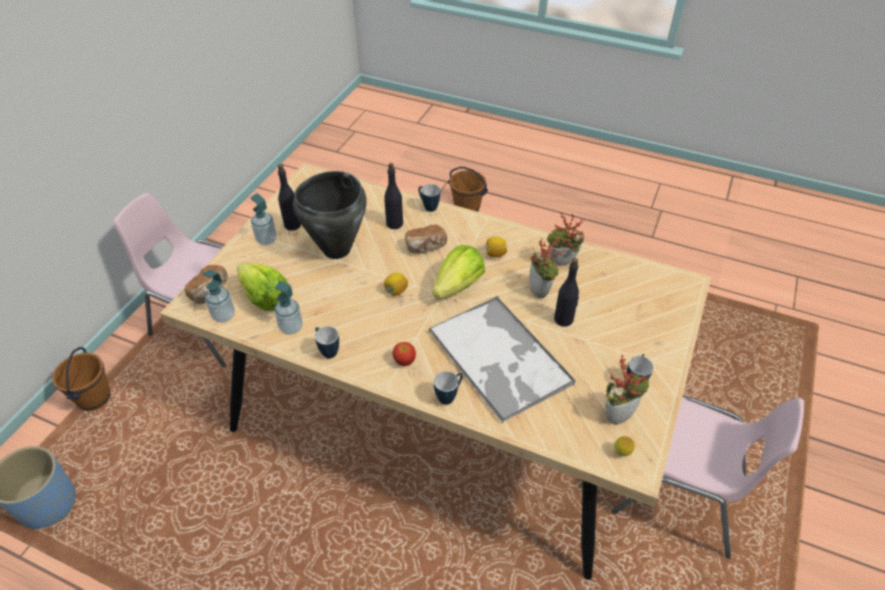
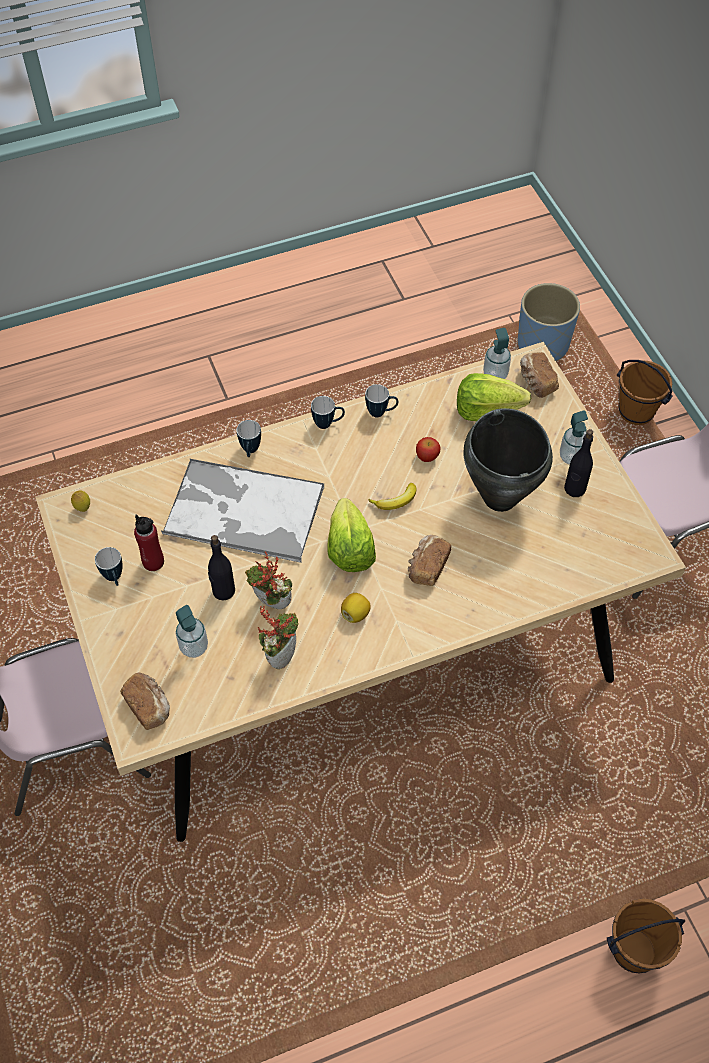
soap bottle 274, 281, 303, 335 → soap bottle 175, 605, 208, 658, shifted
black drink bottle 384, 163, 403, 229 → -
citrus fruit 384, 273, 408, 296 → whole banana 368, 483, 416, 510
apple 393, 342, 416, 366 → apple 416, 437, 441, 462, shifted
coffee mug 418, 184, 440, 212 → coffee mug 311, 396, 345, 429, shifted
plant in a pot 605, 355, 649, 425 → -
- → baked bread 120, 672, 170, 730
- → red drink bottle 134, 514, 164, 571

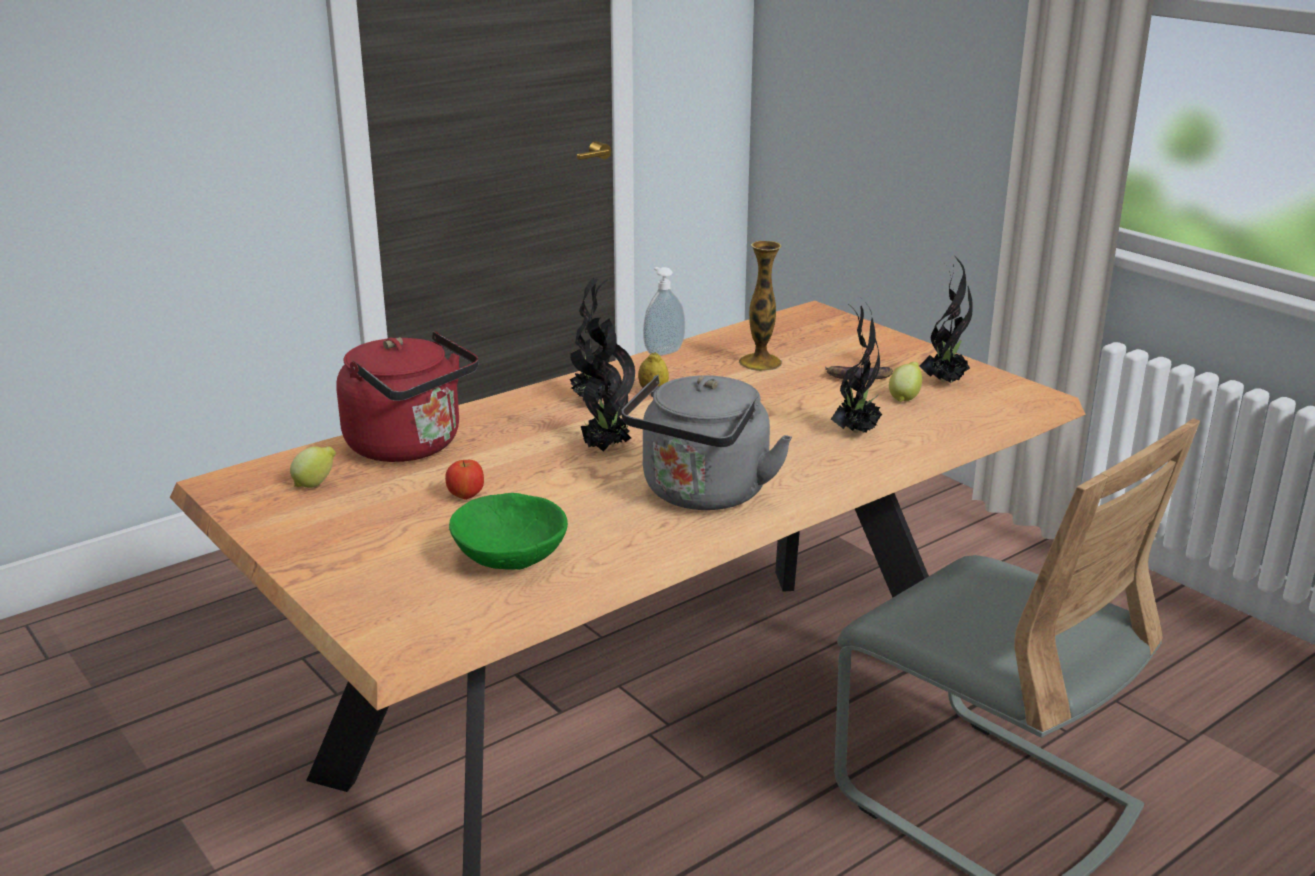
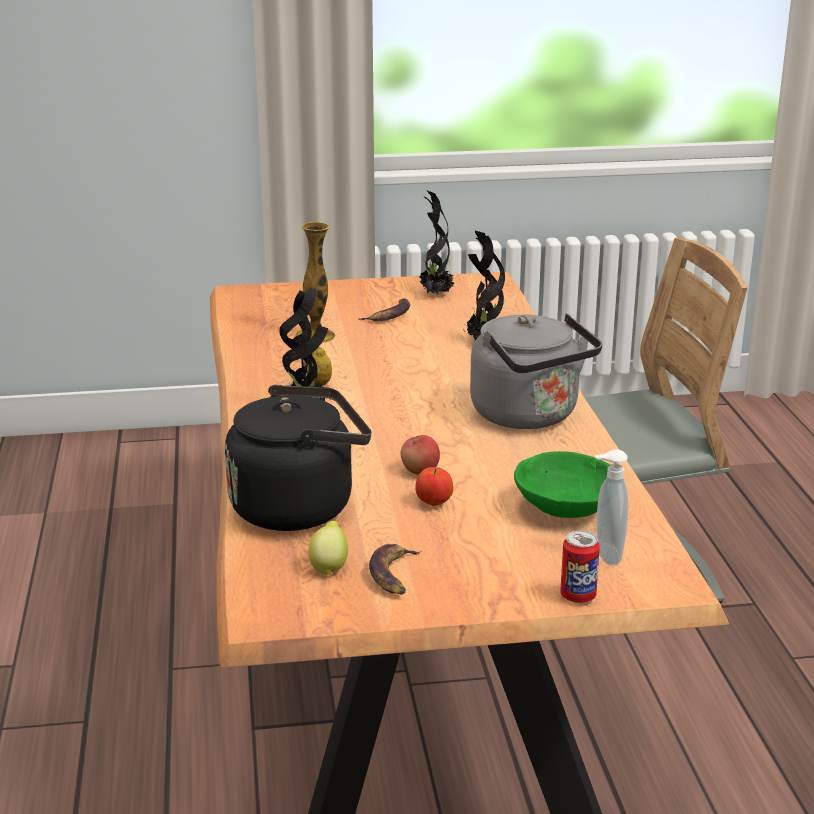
red kettle 336, 331, 479, 462 → black kettle 225, 385, 371, 531
plant in a pot 570, 318, 635, 452 → -
soap bottle 643, 267, 685, 356 → soap bottle 595, 449, 628, 566, shifted
citrus fruit 889, 362, 922, 402 → -
- → whole banana 369, 544, 422, 595
- → apple 401, 435, 440, 475
- → sealed can 560, 531, 600, 603

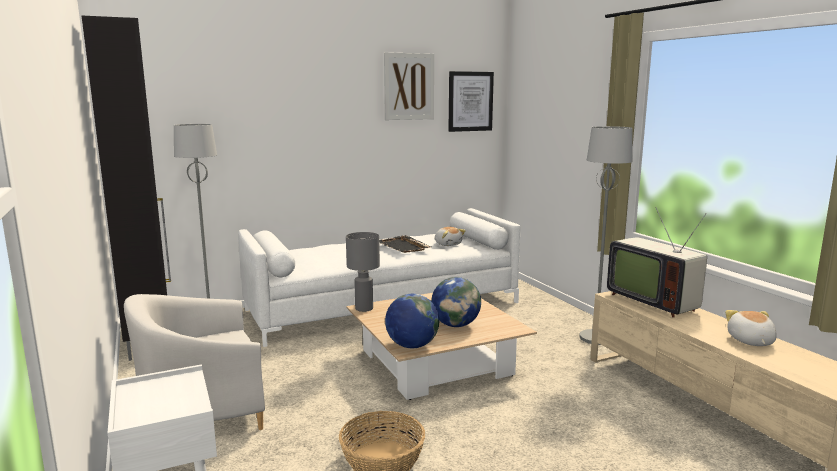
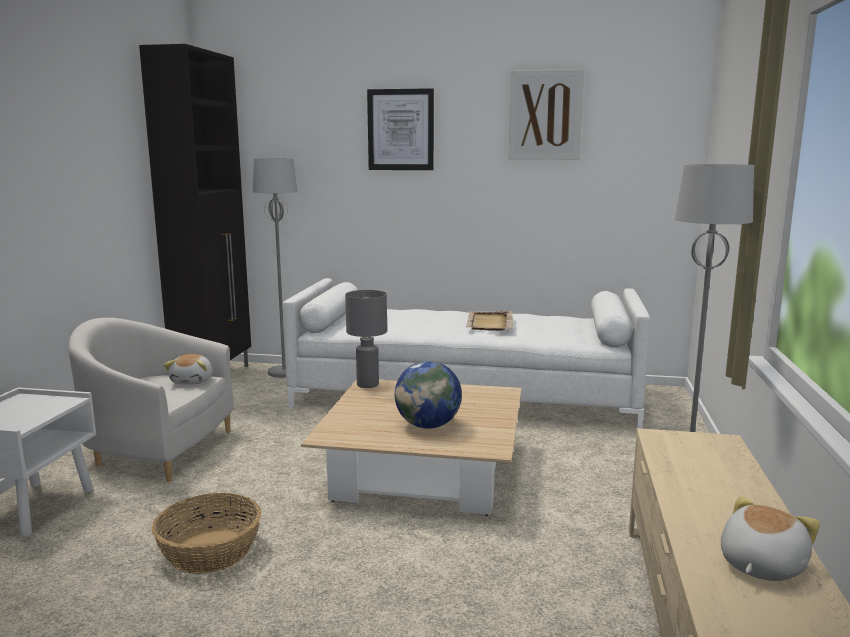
black tray 379, 235, 431, 253 → beige tray 466, 311, 513, 331
desk globe 385, 294, 439, 348 → -
cuddly toy 435, 227, 466, 246 → cuddly toy 164, 354, 212, 385, shifted
wall art 448, 71, 494, 132 → wall art 367, 88, 434, 170, shifted
TV 607, 207, 707, 318 → -

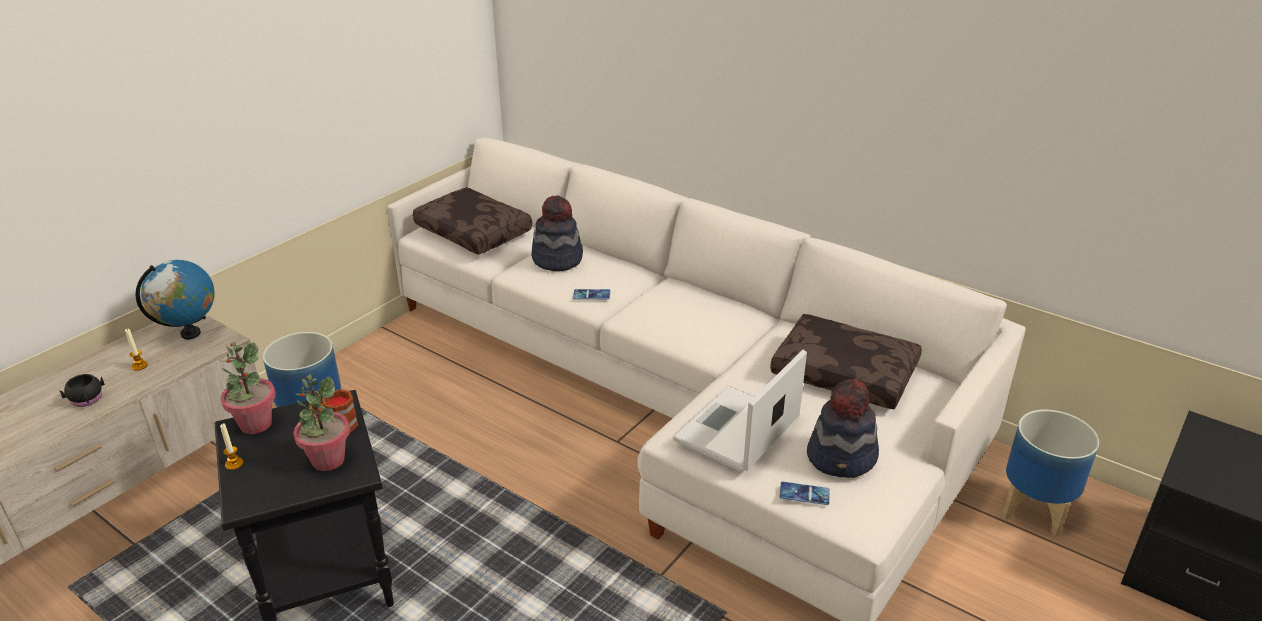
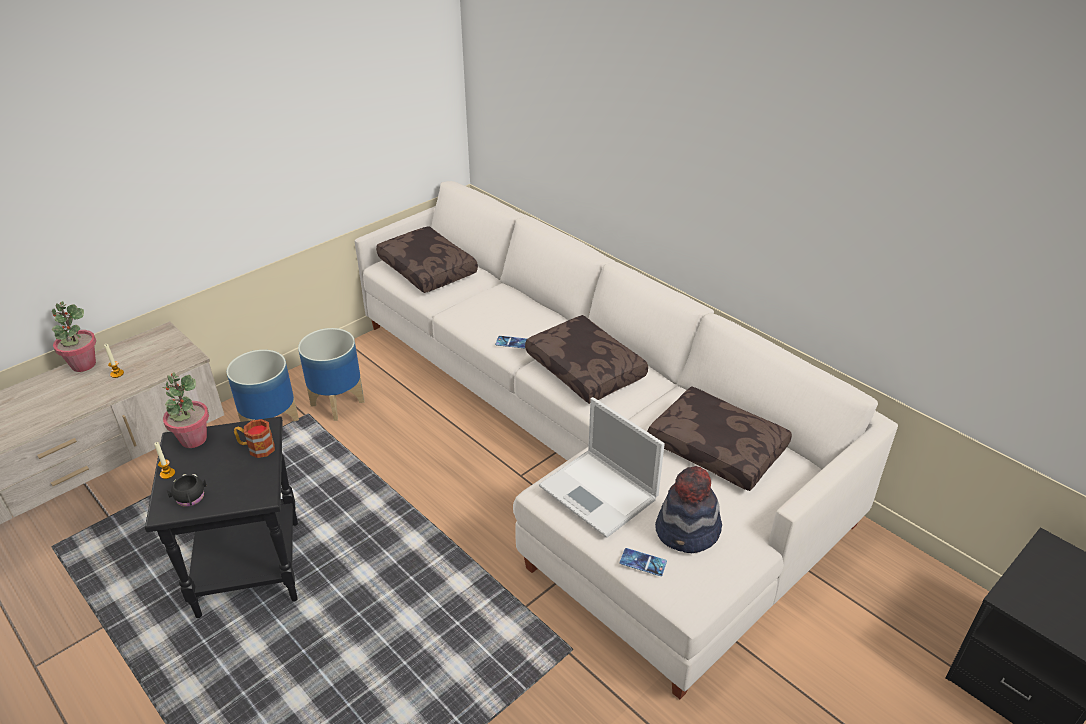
black coffee mug 59, 374, 105, 407 → black coffee mug 167, 474, 207, 507, shifted
desk globe 135, 260, 215, 340 → -
plant in a pot 293, 375, 350, 471 → plant in a pot 52, 301, 96, 372, shifted
wearable hat 532, 195, 583, 271 → -
notebook computer 673, 350, 807, 473 → notebook computer 539, 397, 665, 538, 90 degrees counterclockwise
planter 1002, 409, 1099, 536 → planter 298, 328, 365, 421, shifted
- → brown throw pillow 525, 315, 648, 404

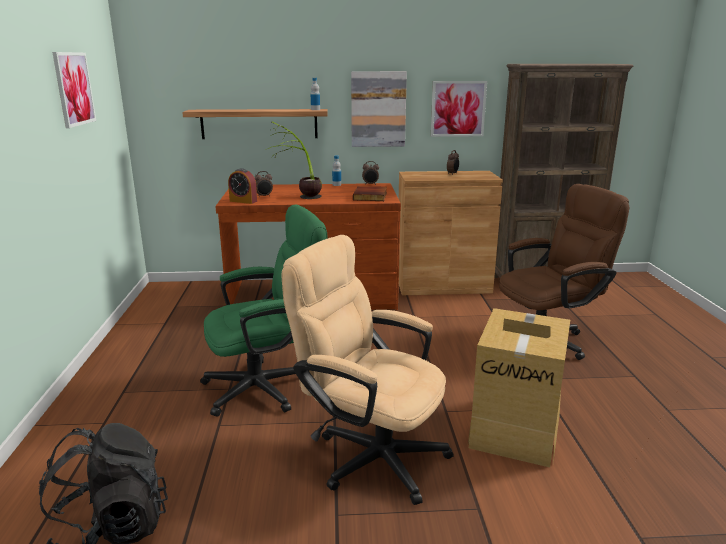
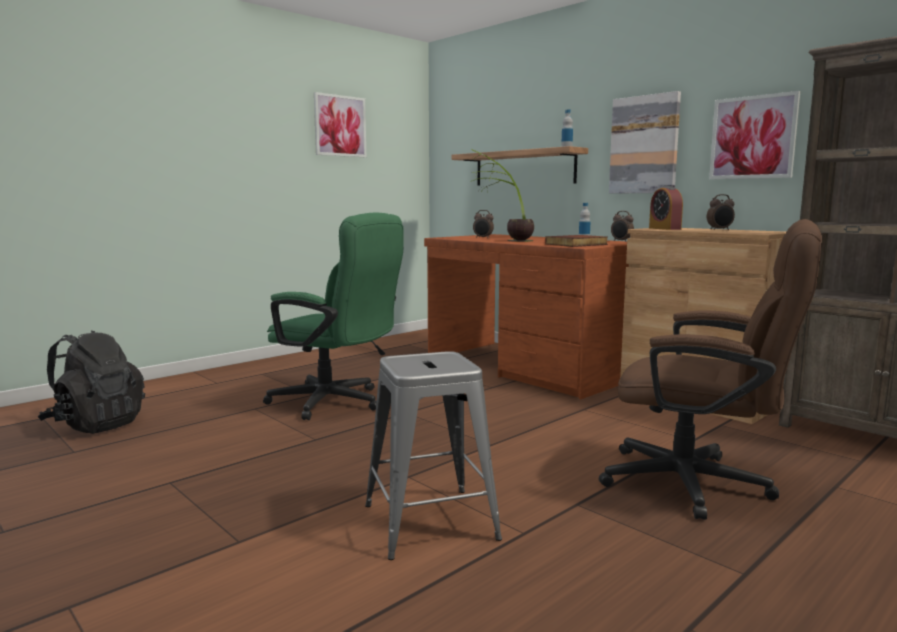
alarm clock 228, 168, 257, 204 → alarm clock 649, 186, 683, 230, shifted
beige office chair 281, 235, 454, 505 → -
carton 468, 308, 570, 468 → greyish stool seat 365, 351, 502, 560

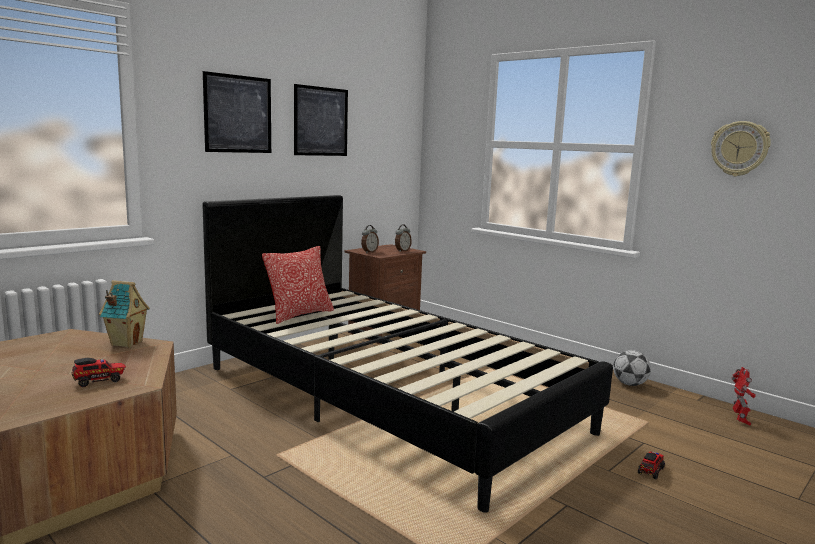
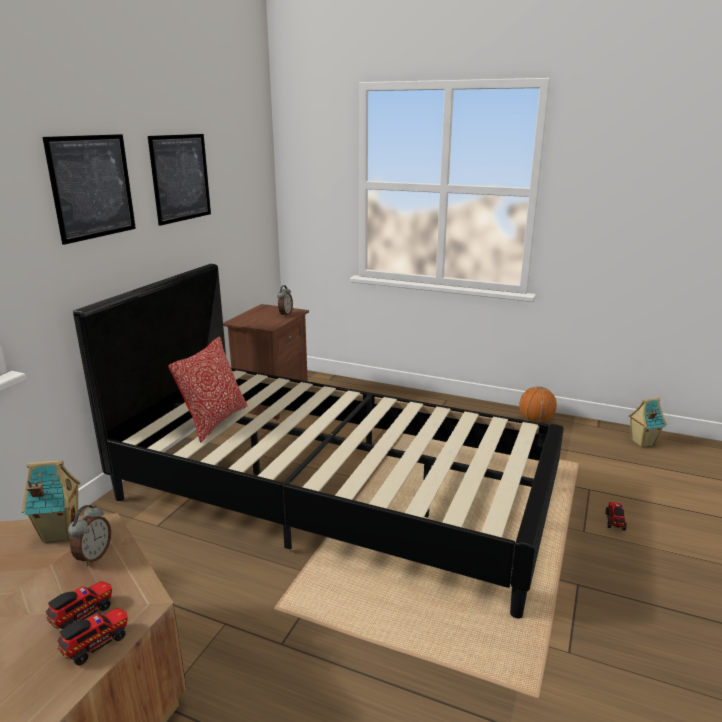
alarm clock 361, 225, 379, 253 → alarm clock 68, 505, 111, 566, shifted
football 613, 350, 651, 386 → basketball 519, 387, 557, 423
wall clock 711, 121, 771, 176 → -
model robot 731, 367, 756, 425 → model house 628, 398, 667, 447
- → model truck 57, 608, 128, 666

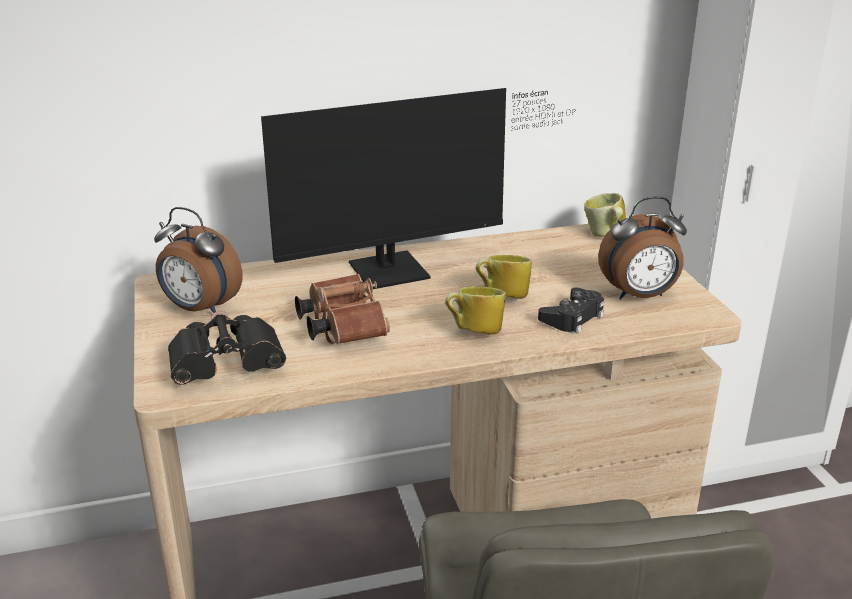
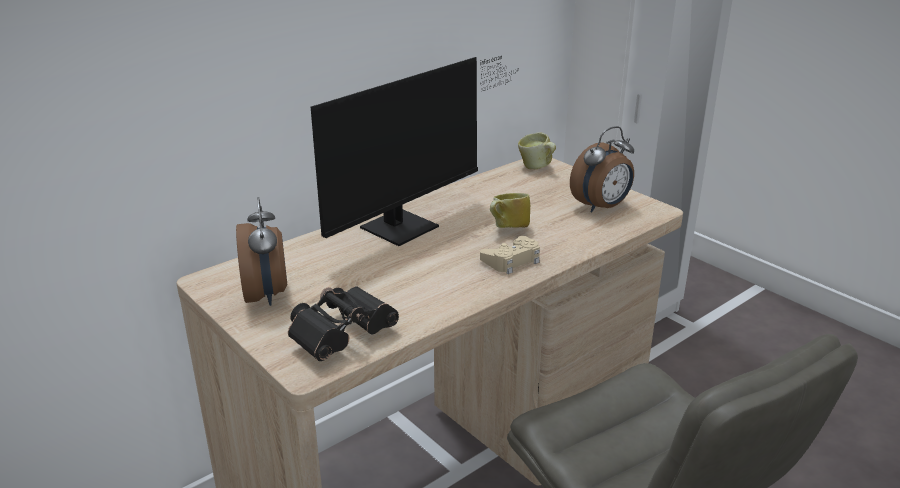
alarm clock 154, 207, 242, 313 → alarm clock 236, 197, 287, 306, 105 degrees counterclockwise
brown field glasses 295, 274, 390, 344 → -
coffee mug 445, 286, 505, 335 → beige game controller 480, 236, 540, 274
black game controller 538, 287, 604, 334 → -

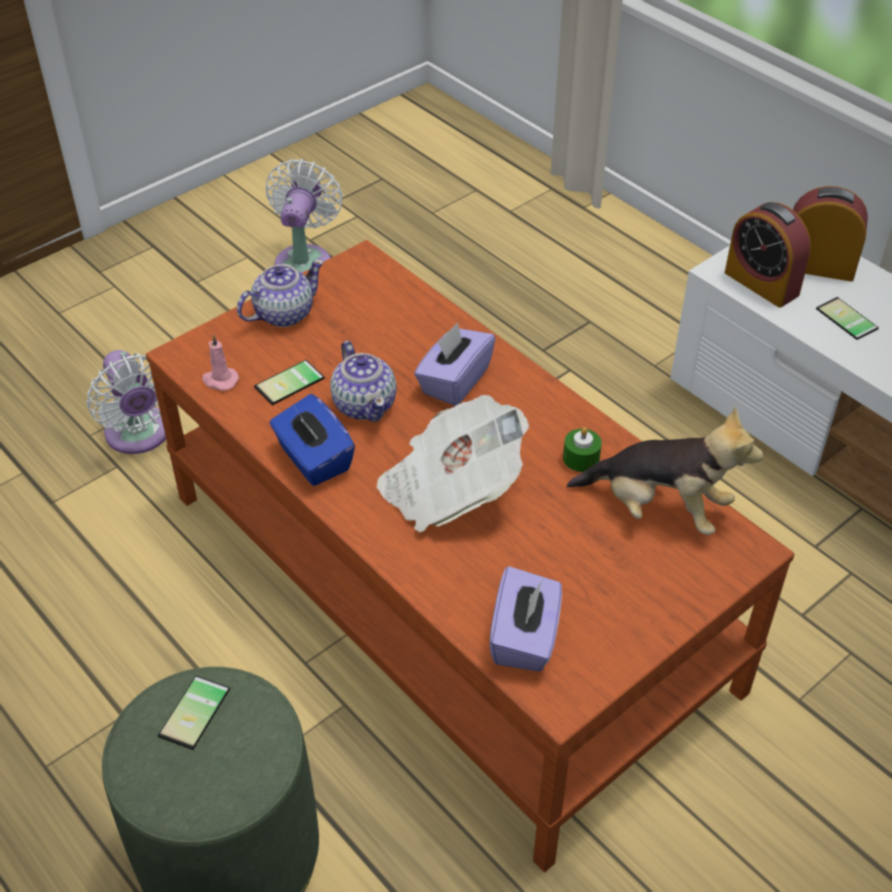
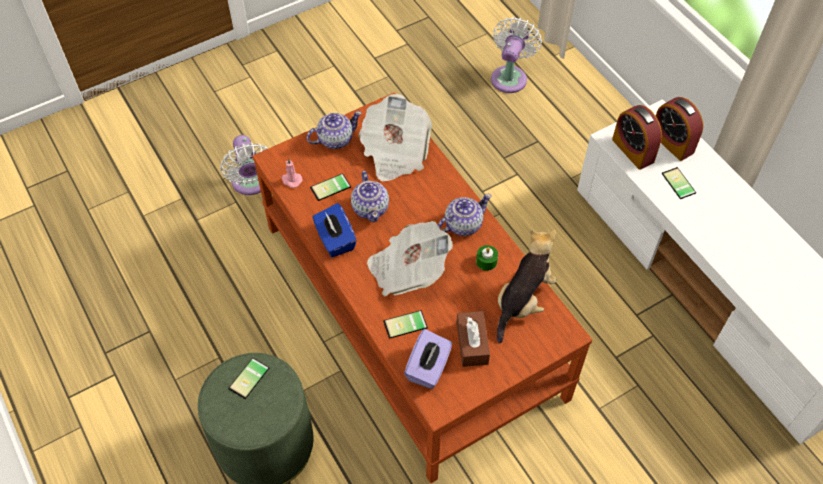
white-coloured fan 266, 159, 343, 273 → white-coloured fan 491, 17, 542, 93, shifted
purple tissue holder 414, 322, 495, 406 → -
cuddly toy 567, 406, 763, 535 → cuddly toy 497, 230, 556, 343, 90 degrees counterclockwise
alarm clock 793, 186, 868, 282 → alarm clock 656, 97, 703, 161, 150 degrees counterclockwise
- → printed paper 359, 94, 432, 182
- → phone 383, 310, 428, 339
- → teapot 438, 194, 492, 236
- → brown tissue holder 456, 311, 490, 367

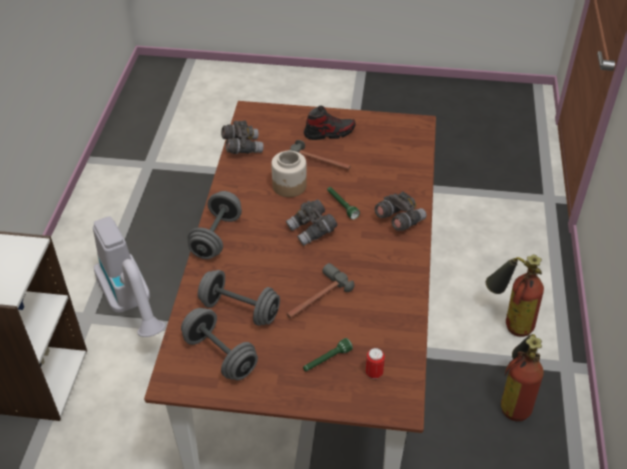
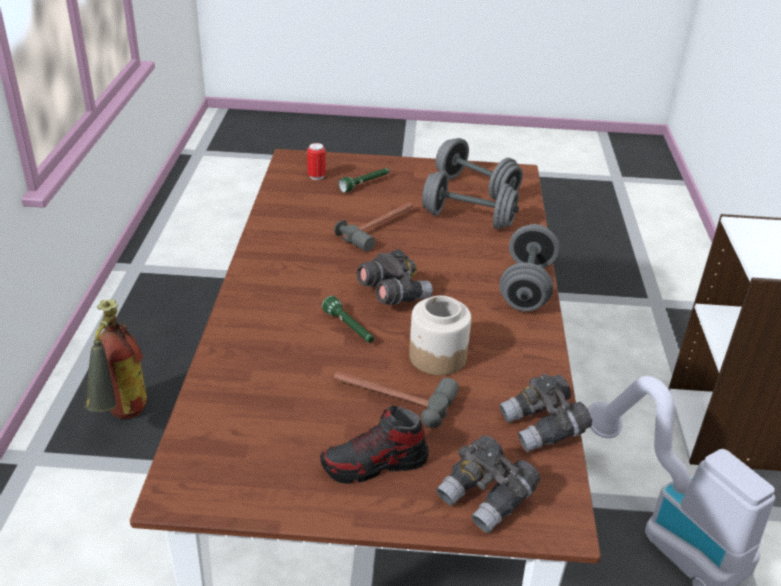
greyish field glasses 375, 191, 427, 231 → greyish field glasses 436, 435, 540, 533, shifted
extinguisher 486, 255, 544, 337 → -

